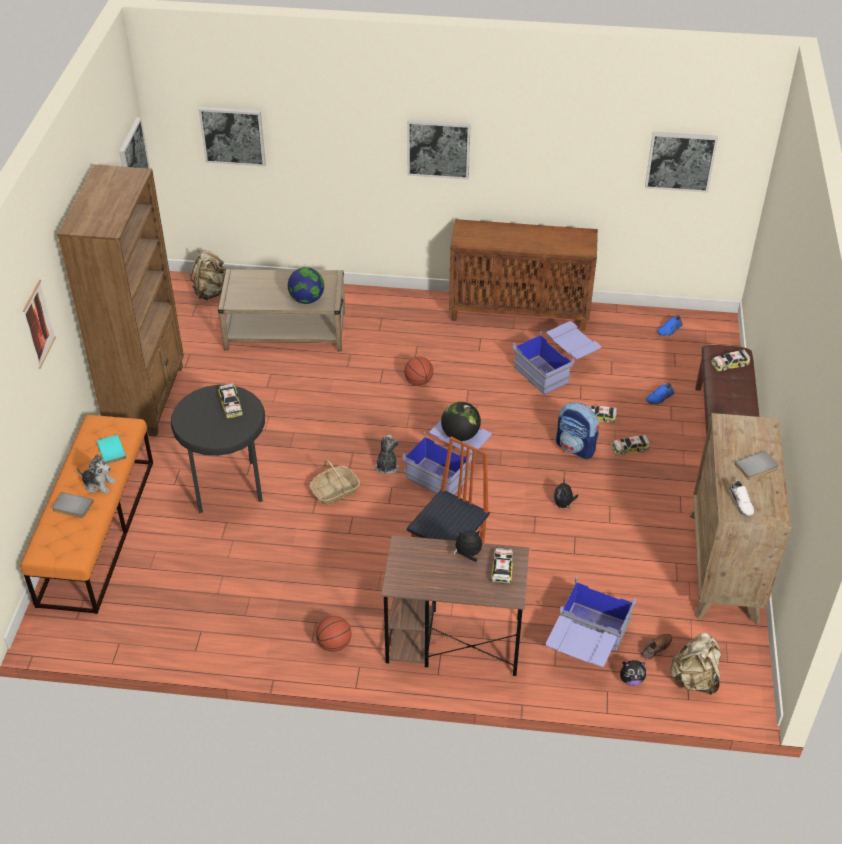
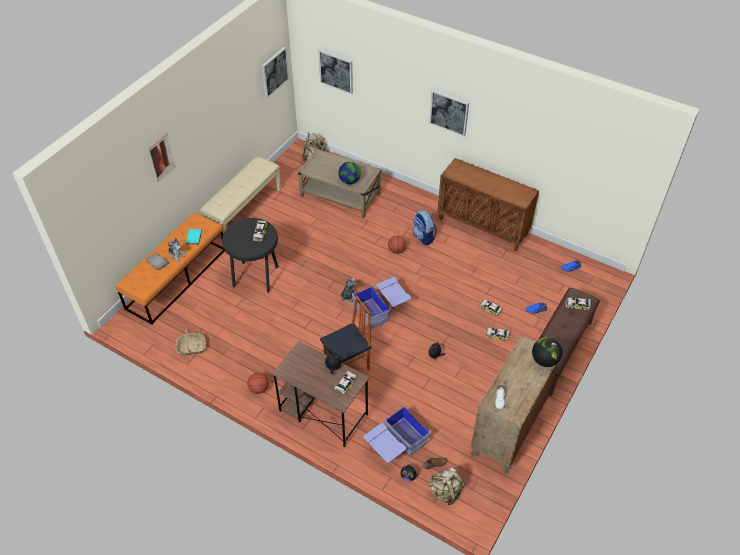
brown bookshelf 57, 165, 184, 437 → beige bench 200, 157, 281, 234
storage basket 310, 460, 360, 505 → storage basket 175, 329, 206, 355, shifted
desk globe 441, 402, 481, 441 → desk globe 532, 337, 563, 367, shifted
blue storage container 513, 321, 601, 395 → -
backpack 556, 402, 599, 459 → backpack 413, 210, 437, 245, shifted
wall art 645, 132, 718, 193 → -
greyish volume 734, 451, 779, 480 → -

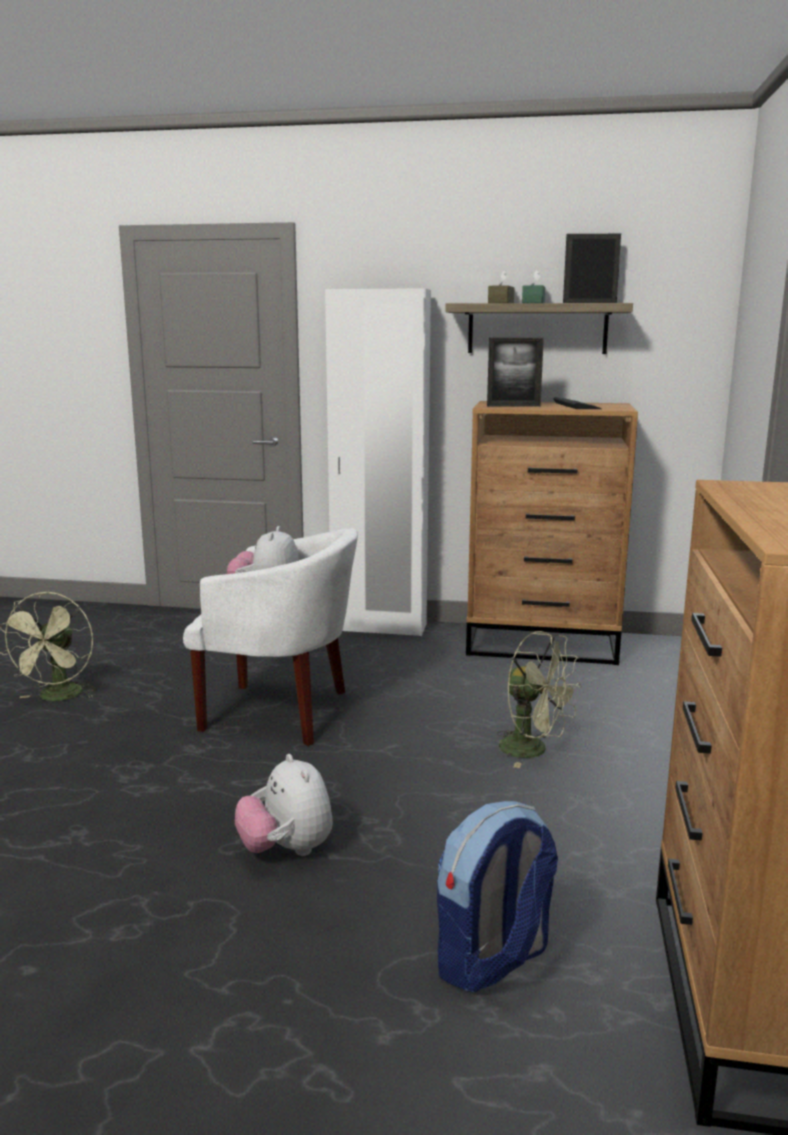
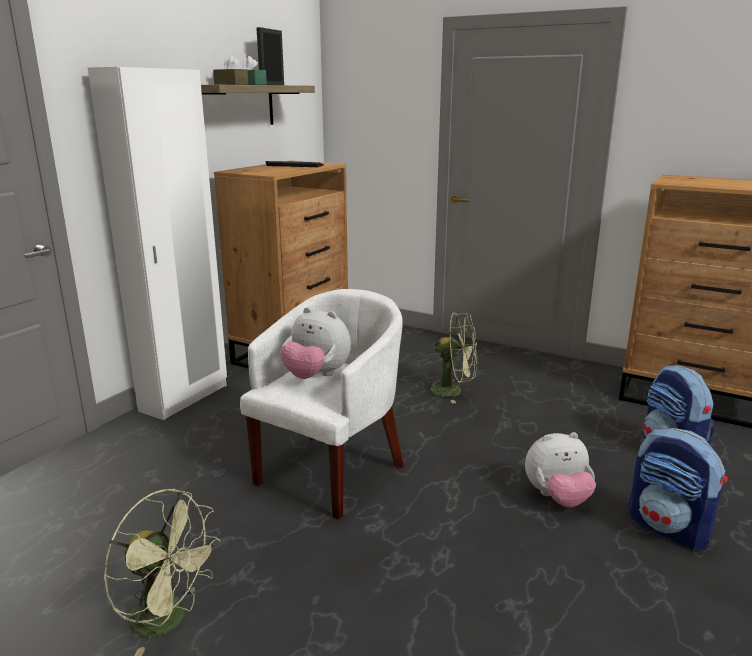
photo frame 487, 338, 544, 407 → -
green-coloured fan 496, 631, 581, 768 → green-coloured fan 423, 312, 478, 404, 45 degrees clockwise
- → backpack 628, 428, 728, 550

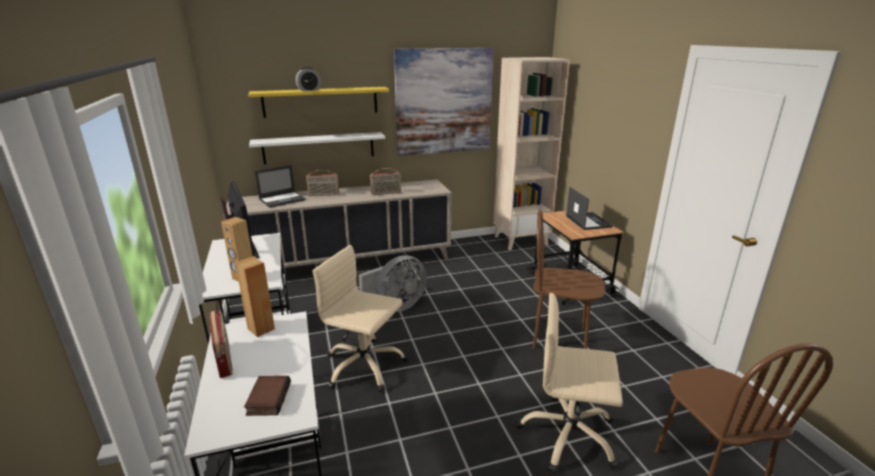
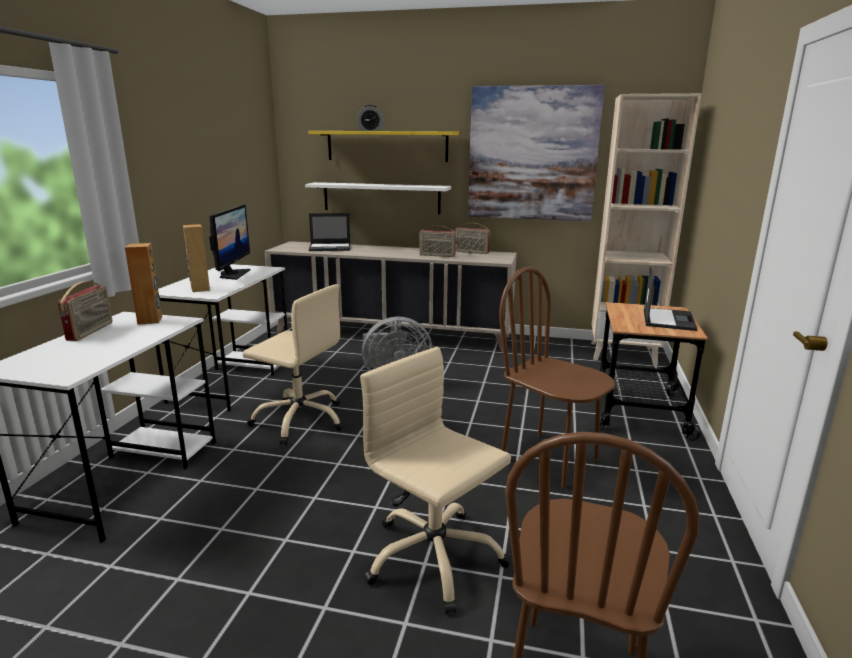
volume 244, 376, 291, 416 → -
radio set 306, 170, 339, 196 → radio set 455, 223, 490, 254, shifted
beige office chair 312, 245, 408, 392 → beige office chair 242, 284, 344, 445, 150 degrees clockwise

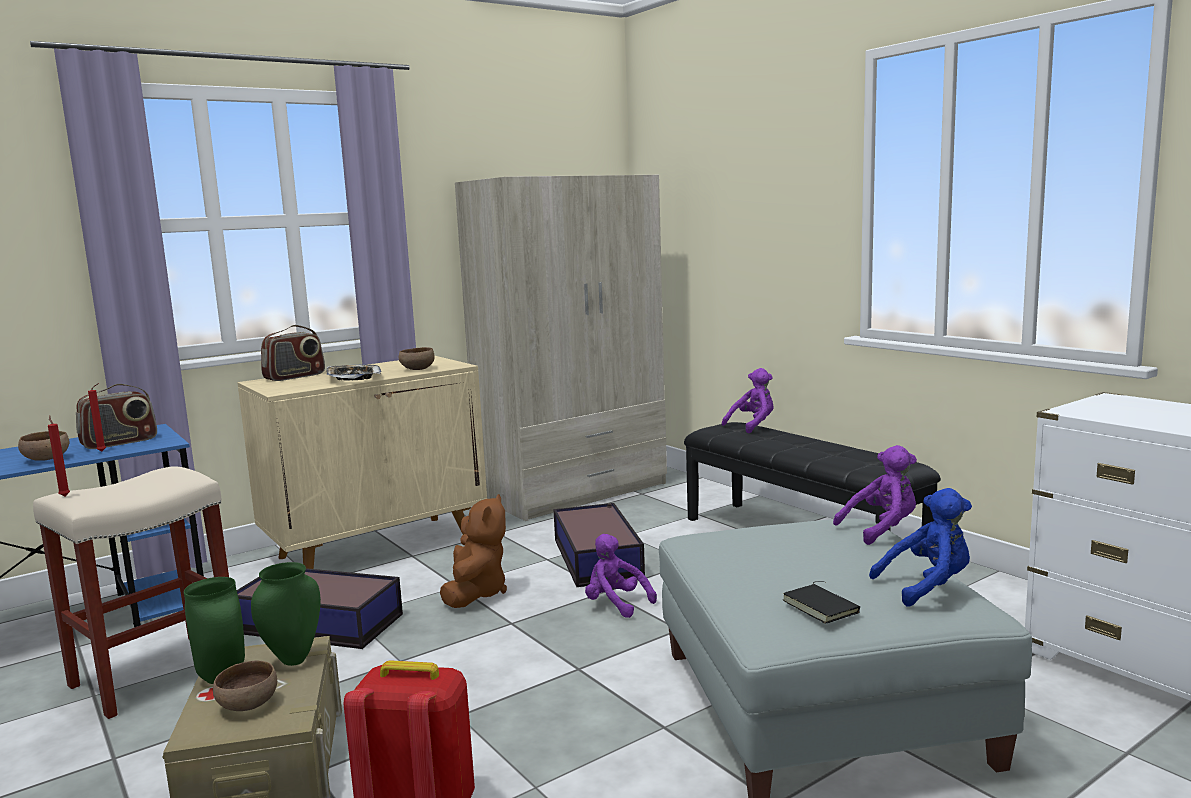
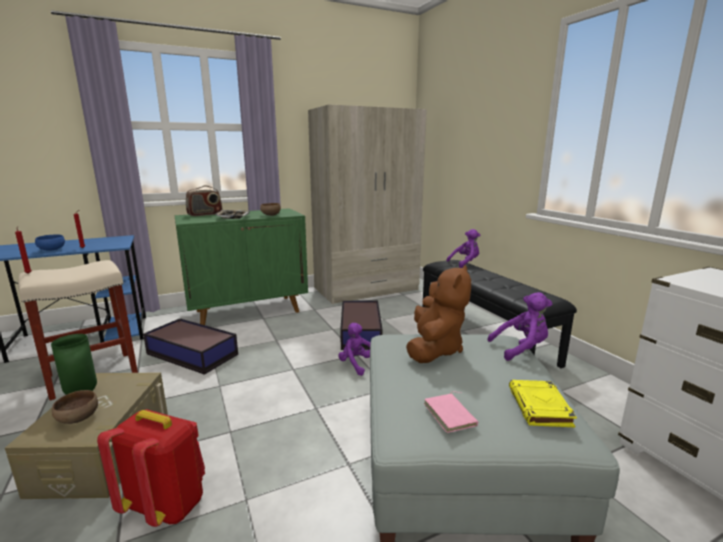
brown deep dish 18, 431, 70, 461 → blue deep dish 35, 235, 65, 251
radio set 76, 384, 157, 449 → -
beige storage cabinet 237, 356, 487, 569 → green-coloured storage cabinet 175, 208, 308, 325
green-coloured vase 251, 562, 321, 666 → -
brown cuddly toy 440, 494, 507, 608 → brown cuddly toy 406, 265, 471, 363, shifted
black volume 783, 581, 860, 624 → pink volume 424, 391, 478, 433
blue cuddly toy 869, 488, 972, 607 → yellow volume 509, 380, 577, 427

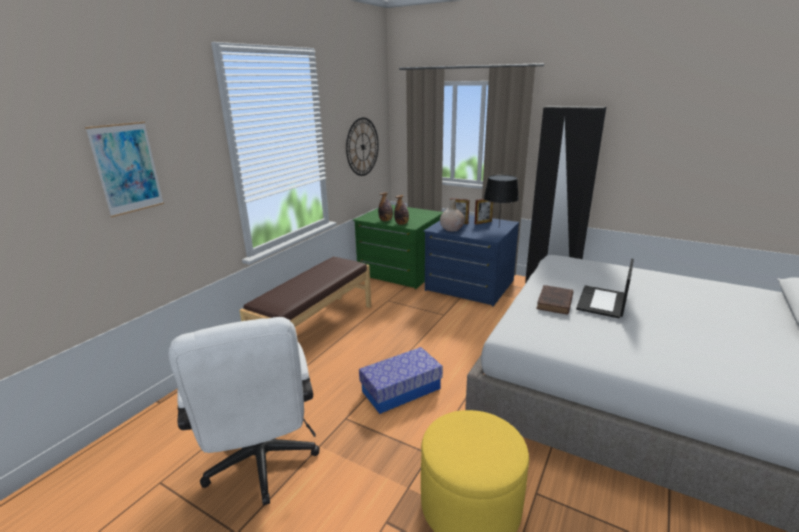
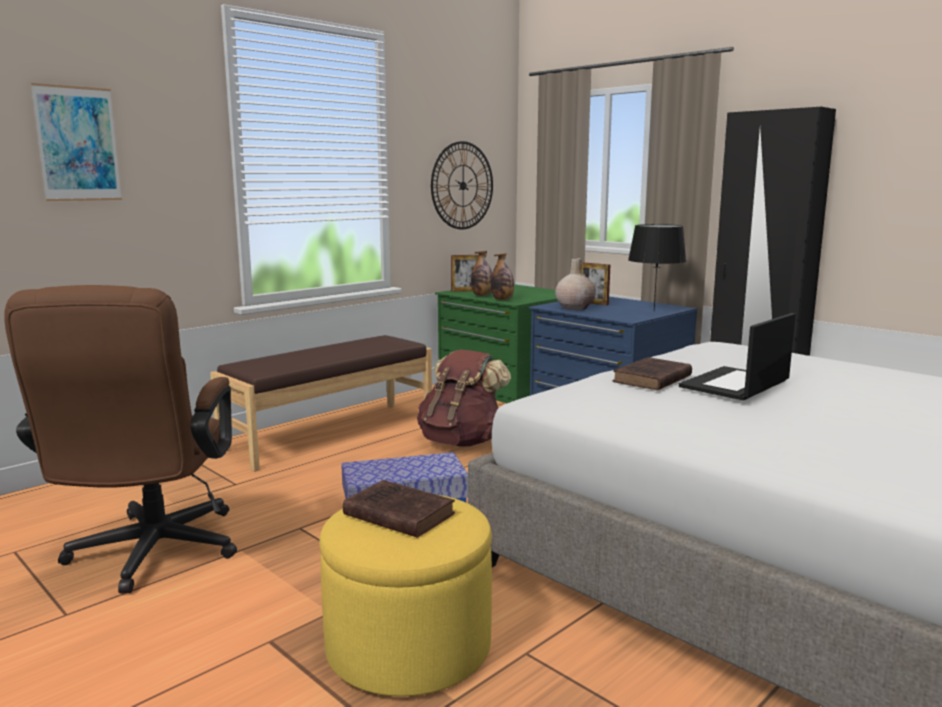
white-coloured office chair 168, 317, 320, 506 → brown office chair 4, 285, 237, 594
photo frame 475, 199, 493, 224 → photo frame 451, 255, 479, 292, shifted
- → brown volume 343, 480, 455, 538
- → brown backpack 417, 349, 511, 447

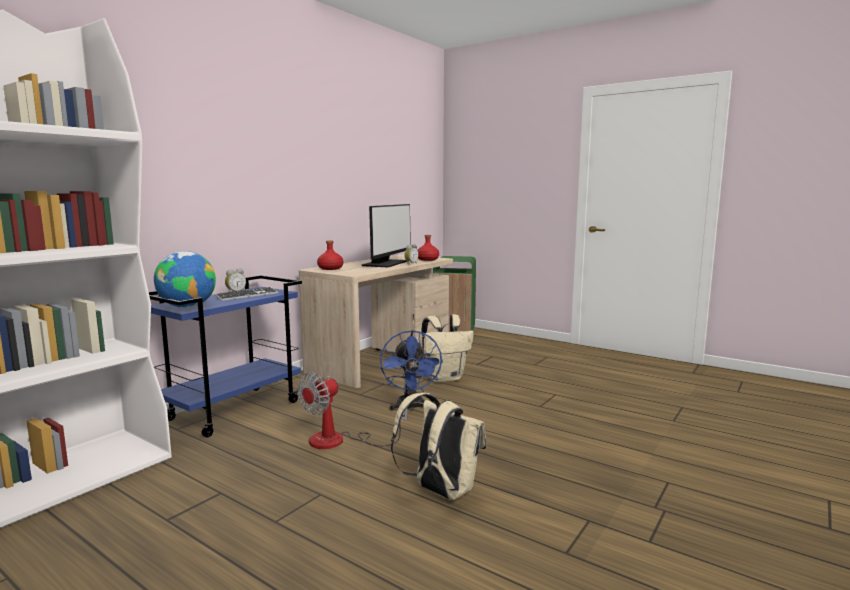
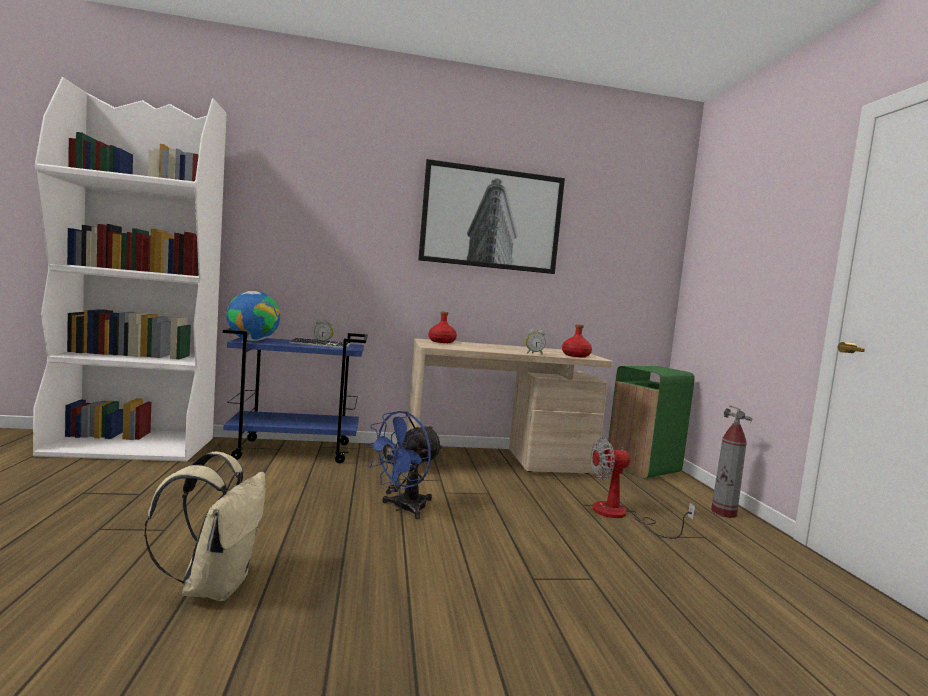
fan 297, 372, 408, 449 → fan 591, 437, 695, 539, shifted
computer screen 362, 204, 411, 268 → -
beige backpack 422, 314, 474, 383 → -
- → wall art 418, 159, 565, 274
- → extinguisher 711, 405, 752, 518

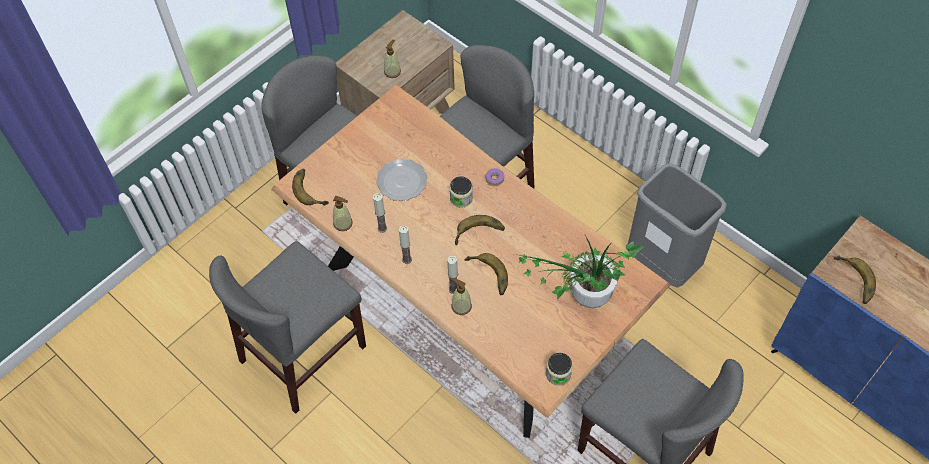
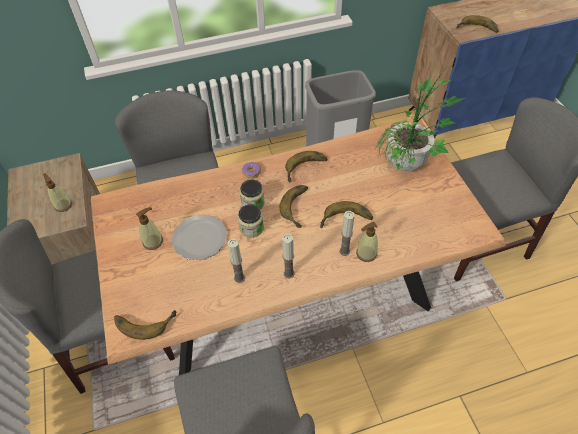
soap bottle 333, 196, 353, 231 → soap bottle 136, 207, 163, 250, shifted
preserve jar 546, 353, 572, 386 → preserve jar 238, 204, 264, 238, shifted
- → whole banana 285, 151, 327, 182

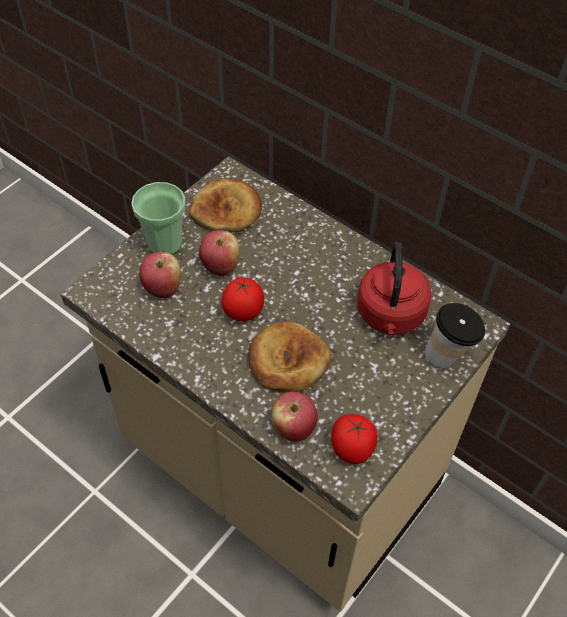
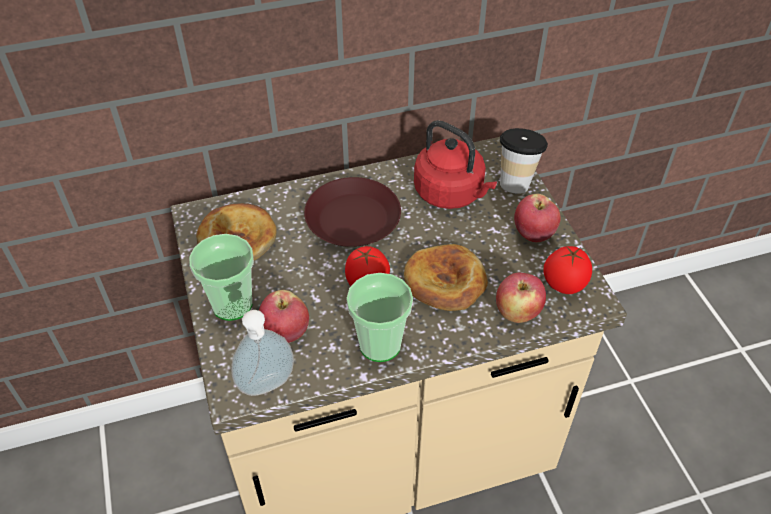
apple 199, 230, 240, 276 → apple 514, 194, 561, 242, shifted
- → soap bottle 231, 310, 294, 396
- → brown dinner plate 304, 177, 401, 247
- → drinking cup 346, 273, 413, 362

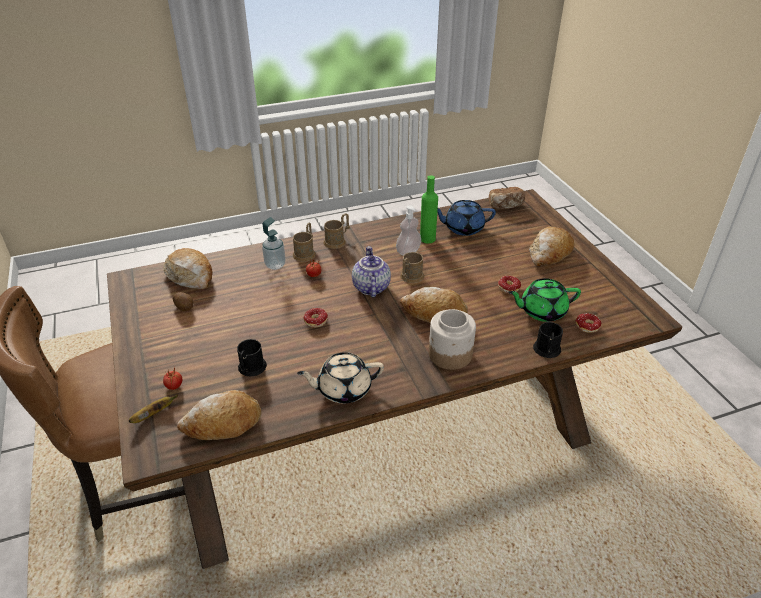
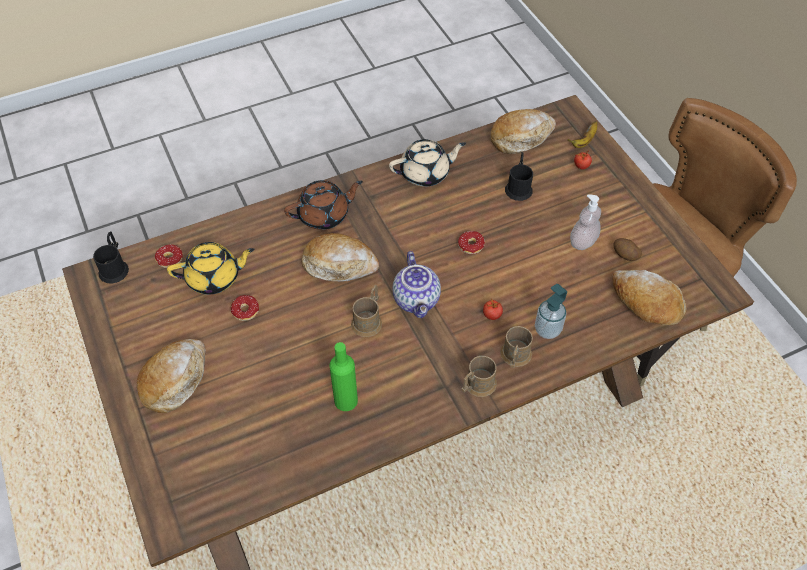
soap bottle 396, 205, 421, 256 → soap bottle 570, 194, 601, 250, shifted
preserve jar 429, 309, 476, 370 → brown teapot 284, 180, 363, 230
blue teapot 437, 200, 496, 236 → -
baked bread 489, 187, 525, 209 → -
green-coloured teapot 508, 278, 581, 322 → yellow teapot 167, 242, 254, 295
black coffee mug 533, 322, 563, 358 → black coffee mug 93, 232, 129, 284, shifted

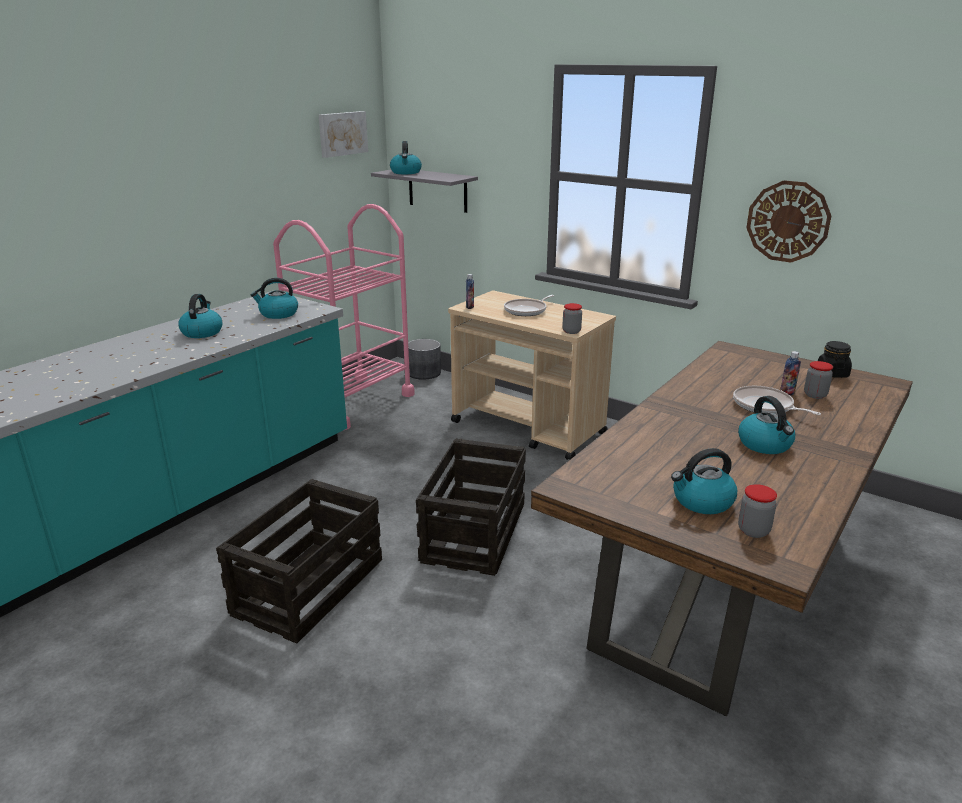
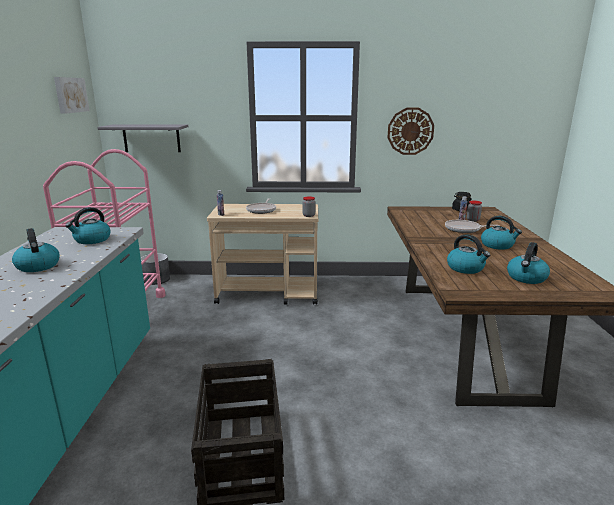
kettle 390, 141, 422, 174 → kettle 447, 234, 490, 274, shifted
shipping crate 416, 438, 526, 576 → -
preserve jar 738, 484, 777, 538 → -

